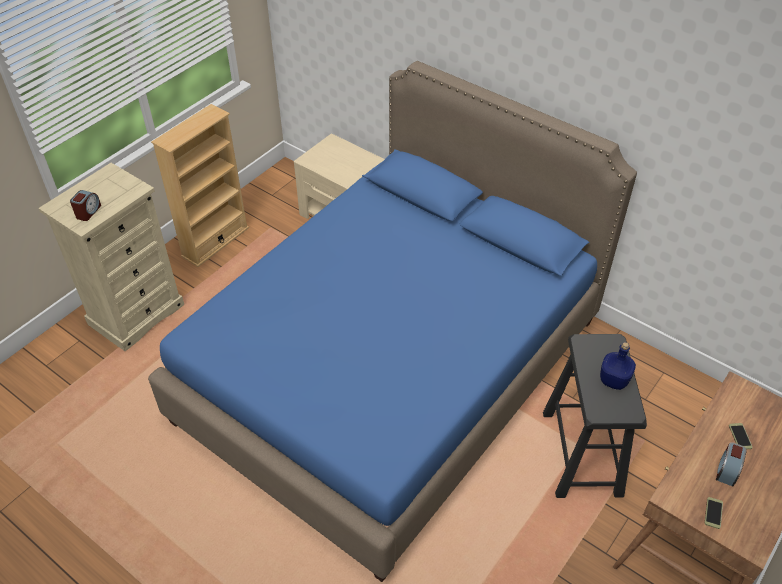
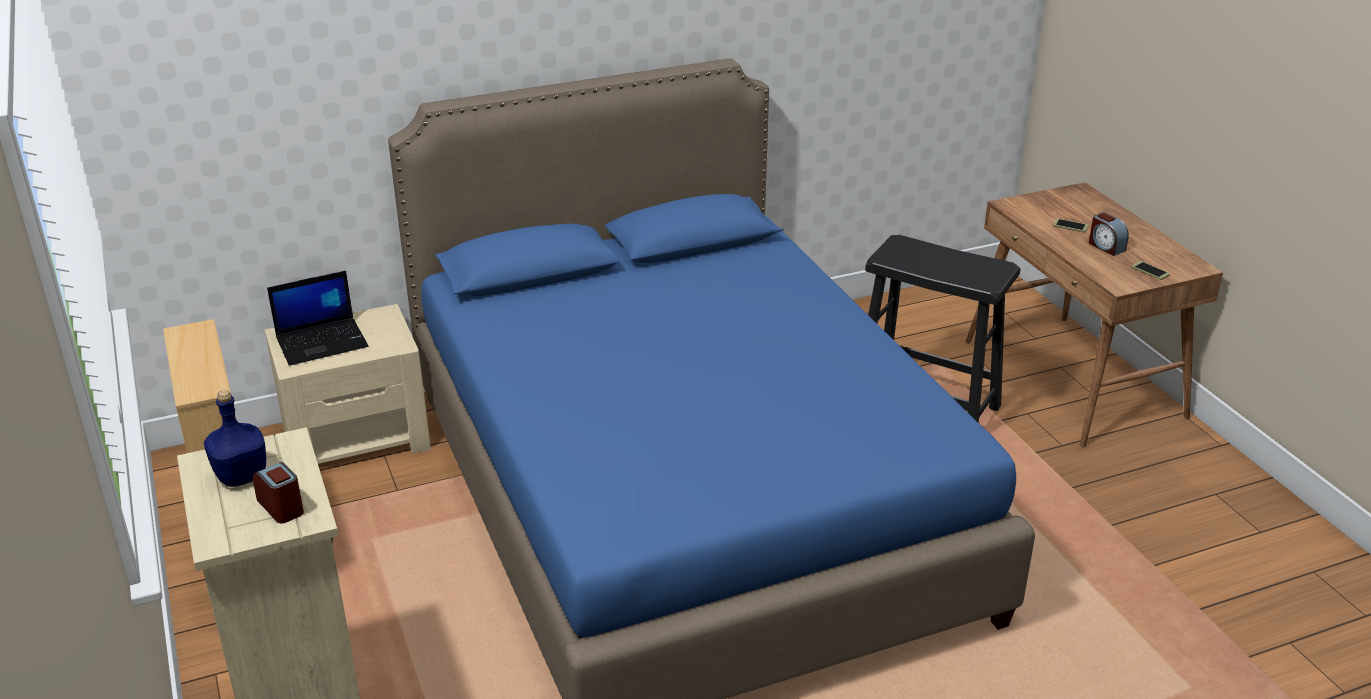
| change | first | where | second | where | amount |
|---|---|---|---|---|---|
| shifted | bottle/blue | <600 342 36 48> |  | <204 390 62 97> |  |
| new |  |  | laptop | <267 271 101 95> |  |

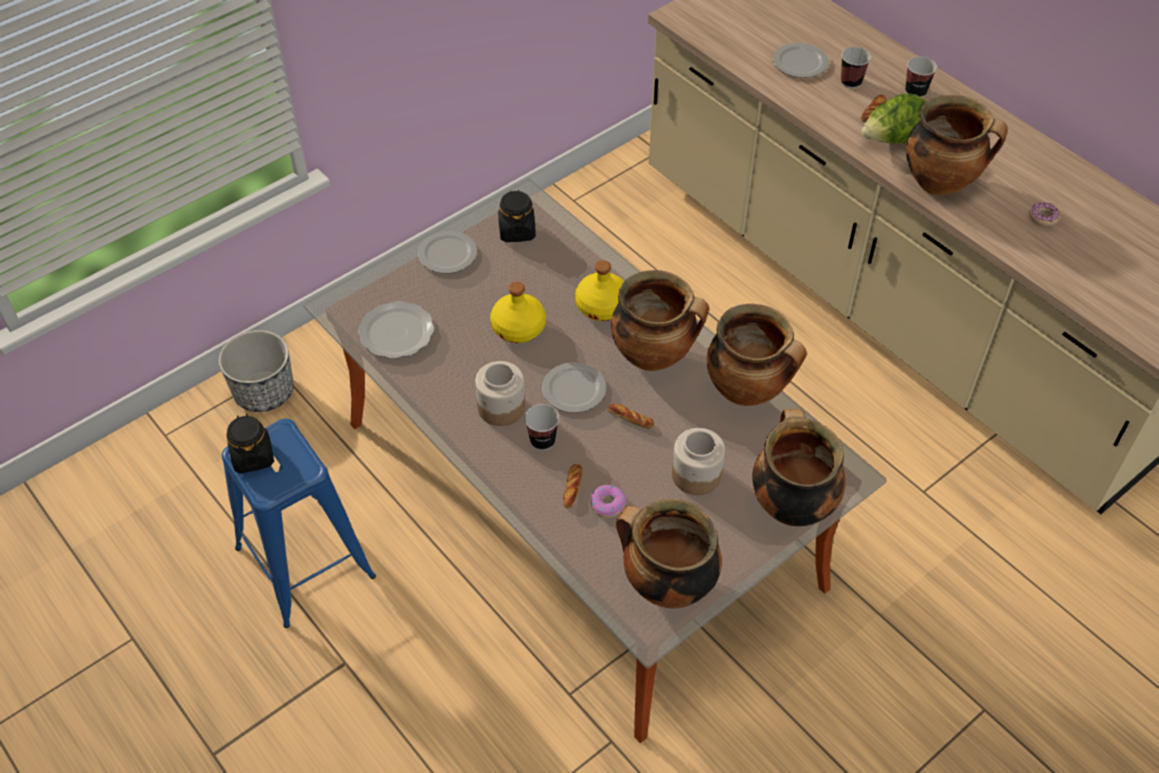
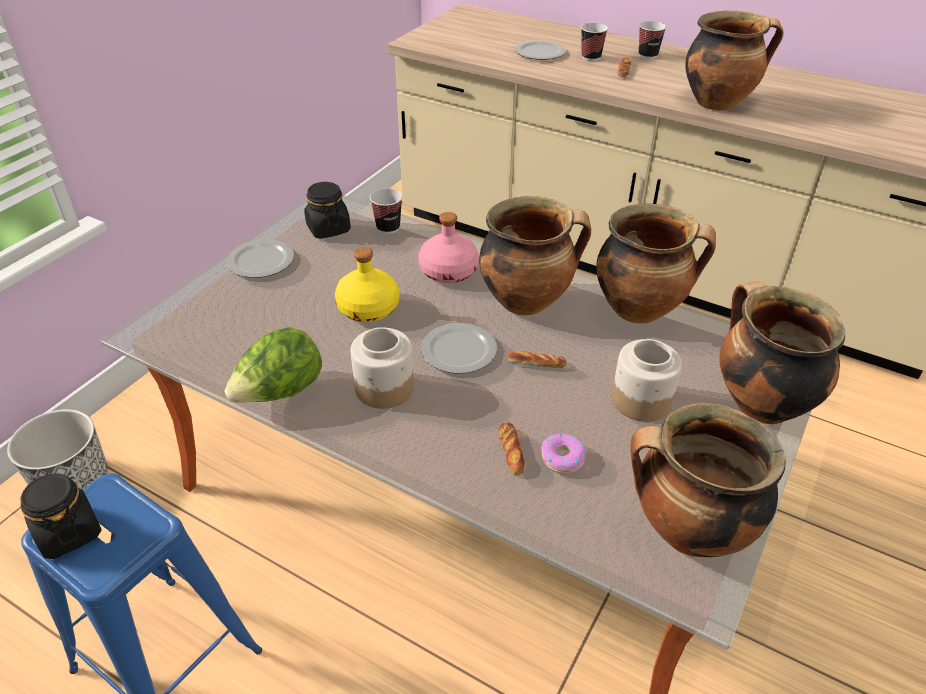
| change | first | where | second | where | amount |
|---|---|---|---|---|---|
| gone | plate | <358 301 77 58> |  |  |  |
| shifted | cup | <525 404 34 46> |  | <370 188 33 46> |  |
| repainted | bottle/yellow | <575 260 49 61> | bottle/pink | <418 212 61 71> |  |
| shifted | lettuce | <862 94 64 50> |  | <224 327 98 76> |  |
| gone | donut | <1029 202 31 25> |  |  |  |

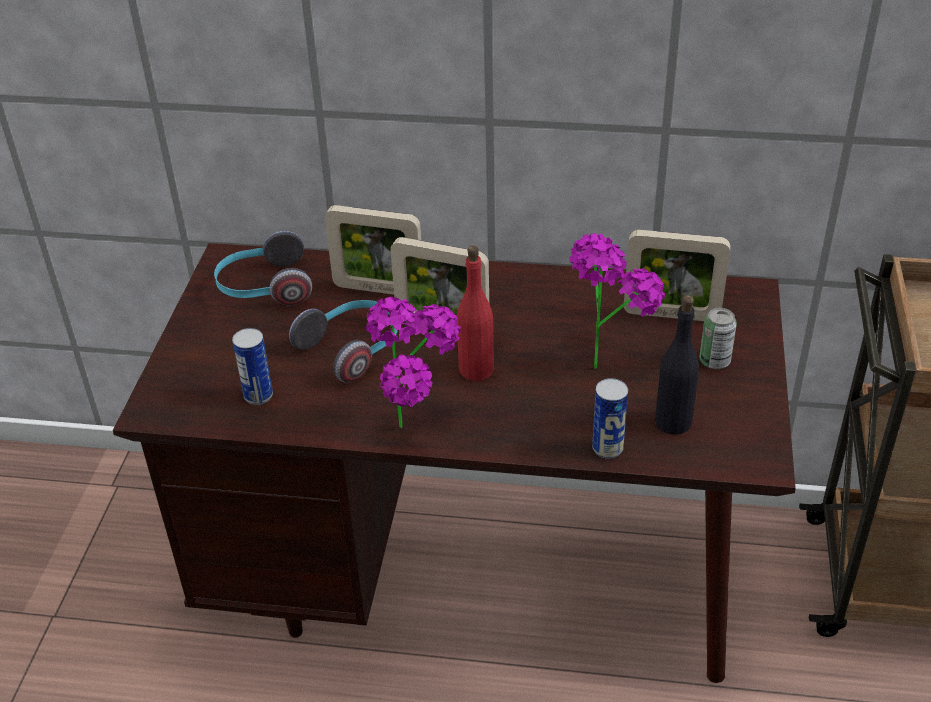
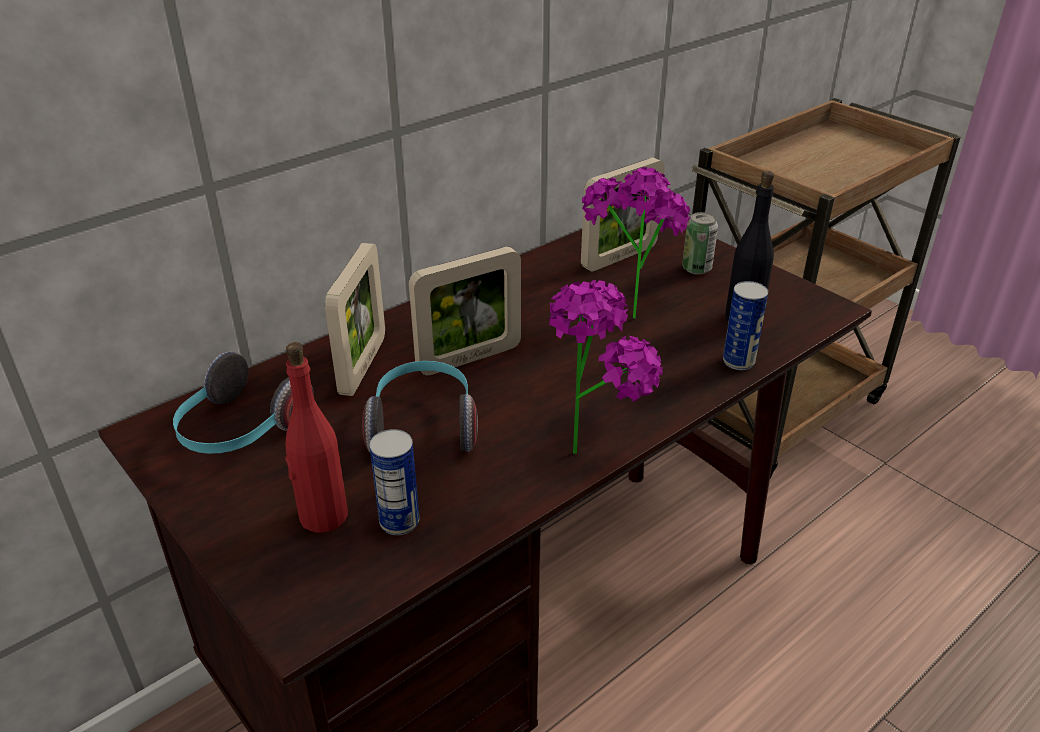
| change | first | where | second | where | amount |
|---|---|---|---|---|---|
| rotated | picture frame | <325 205 96 90> |  | <325 243 60 153> | 45 degrees counterclockwise |
| shifted | bottle/red | <457 245 37 136> |  | <285 342 63 191> |  |

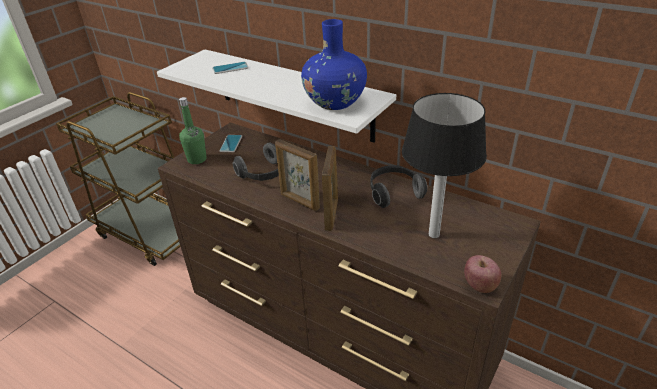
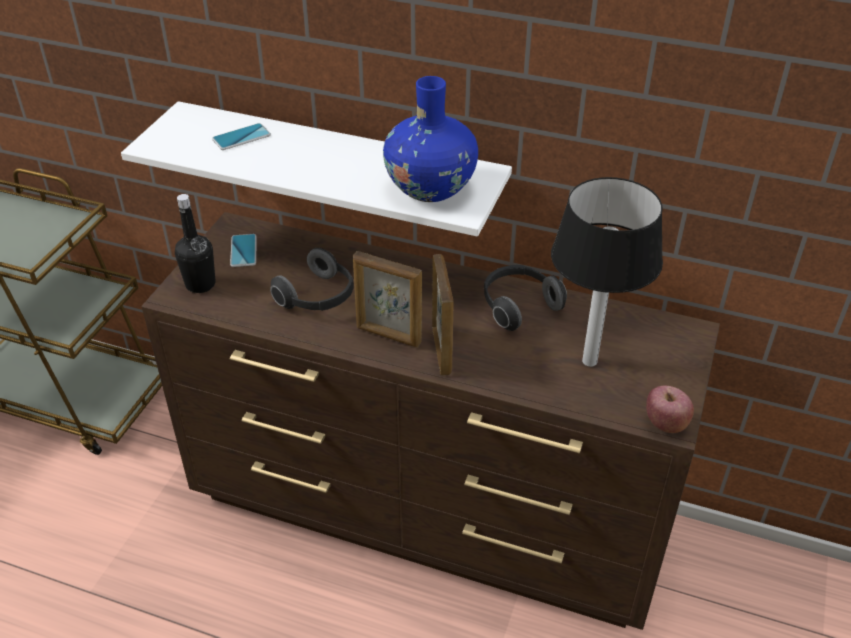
| change | first | where | second | where | amount |
|---|---|---|---|---|---|
| repainted | bottle/green | <179 97 28 67> | bottle/black | <175 194 40 99> |  |

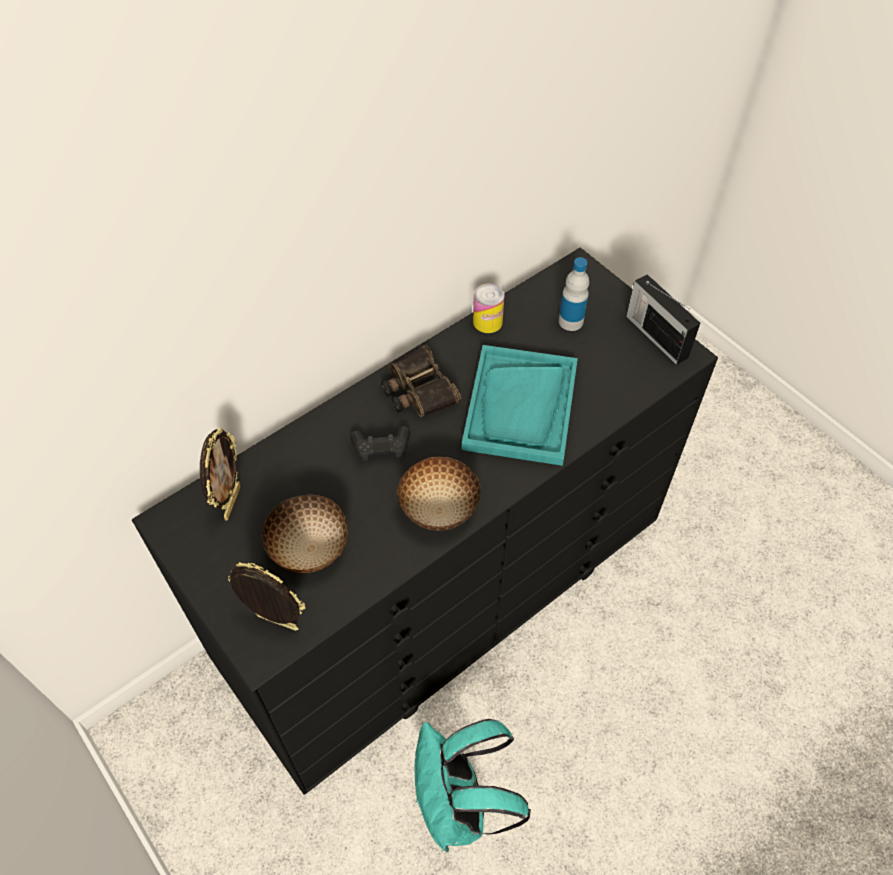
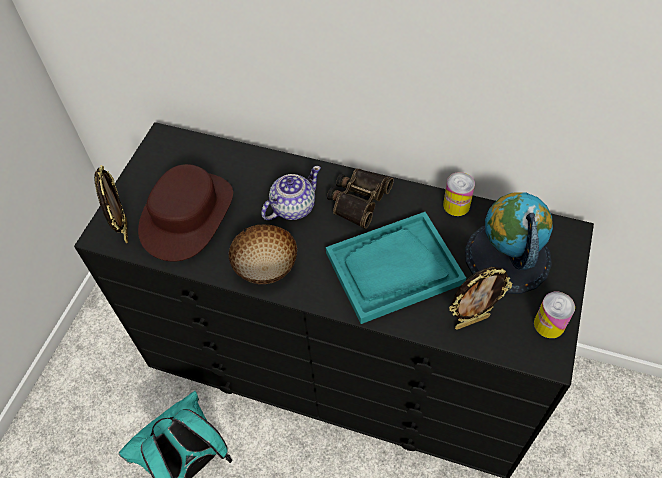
| change | first | where | second | where | amount |
|---|---|---|---|---|---|
| shifted | picture frame | <200 428 41 93> |  | <449 267 64 63> |  |
| swapped | bowl | <262 495 86 78> | hat/brown | <138 164 95 98> |  |
| swapped | game controller/black | <350 426 60 36> | teapot | <261 166 60 54> |  |
| swapped | bottle | <559 257 30 74> | globe | <465 193 88 101> |  |
| swapped | radio | <626 274 74 91> | can | <534 292 41 46> |  |

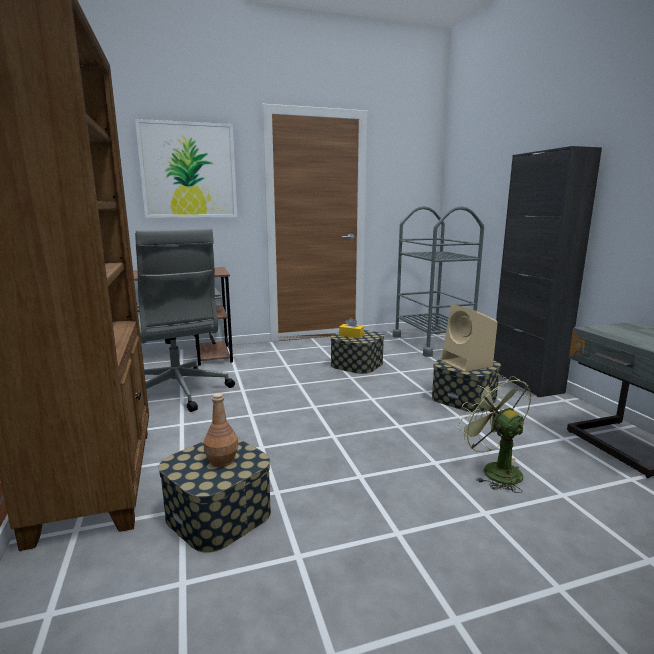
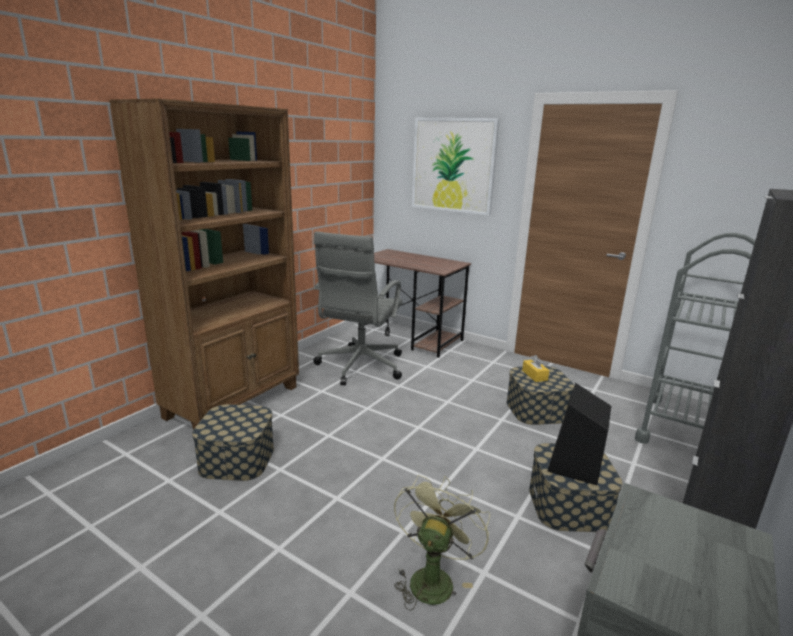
| change | first | where | second | where | amount |
|---|---|---|---|---|---|
| gone | bottle/brown | <204 393 34 74> |  |  |  |
| repainted | speaker/beige | <441 304 57 68> | speaker/black | <547 383 64 102> |  |

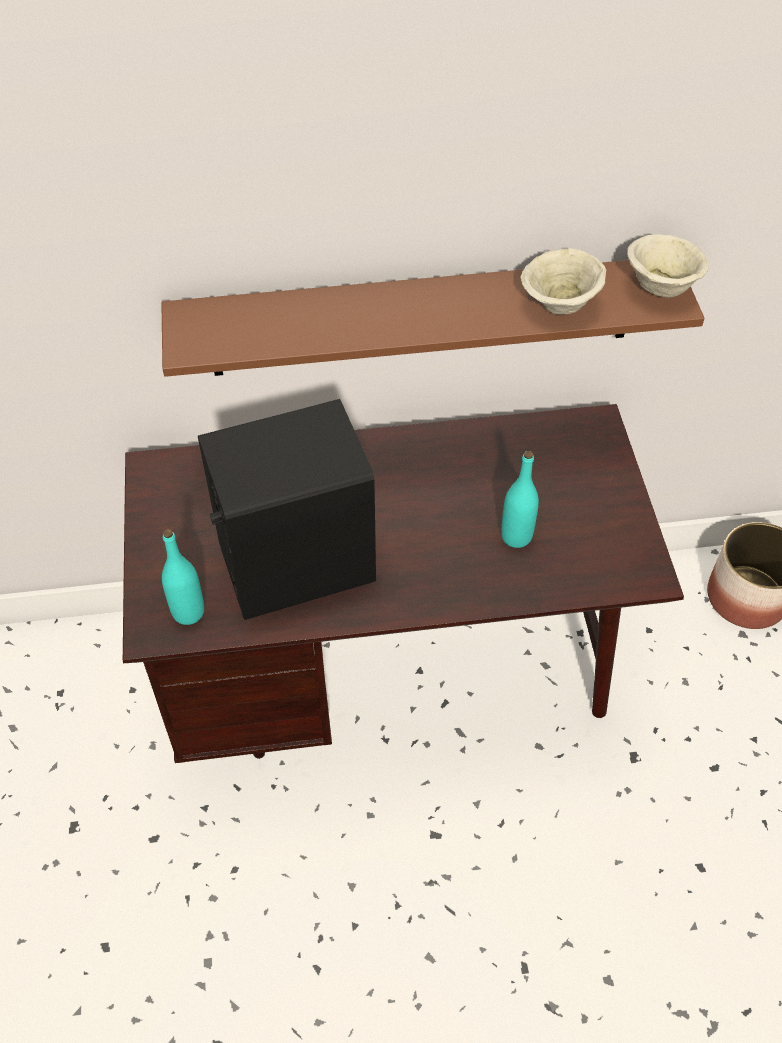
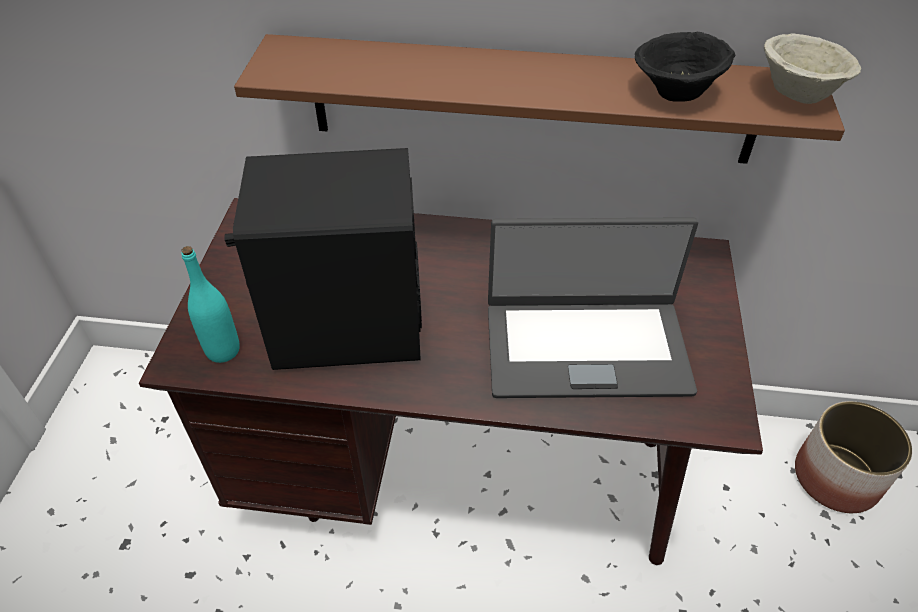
| change | first | where | second | where | amount |
|---|---|---|---|---|---|
| swapped | bottle/turquoise | <501 451 38 97> | laptop | <488 217 210 181> |  |
| repainted | bowl/beige | <521 249 85 66> | bowl/black | <635 32 100 70> |  |

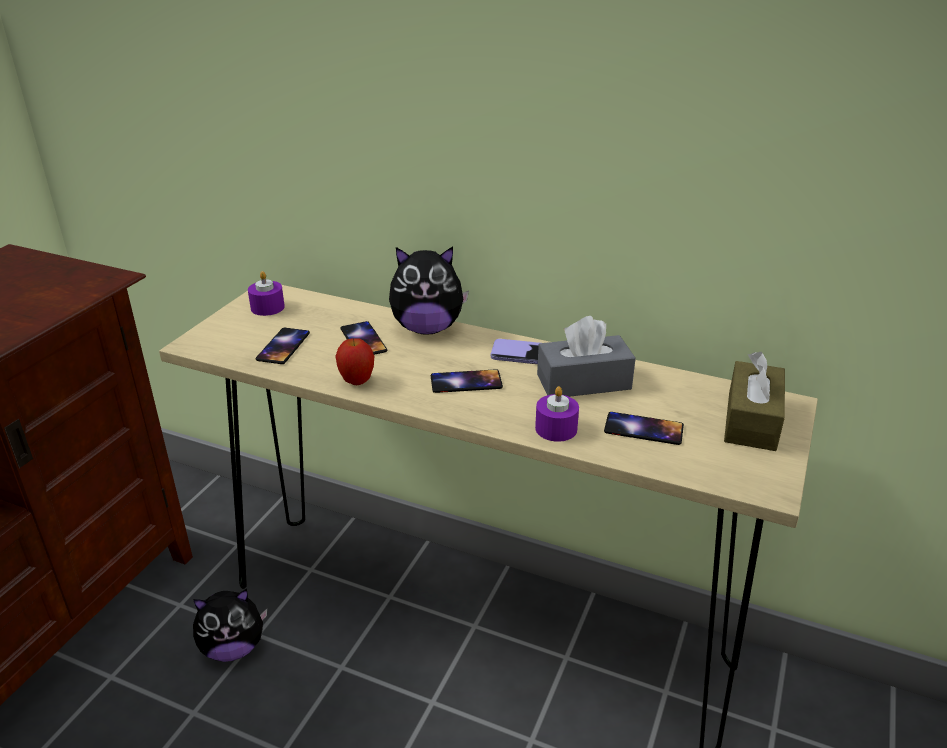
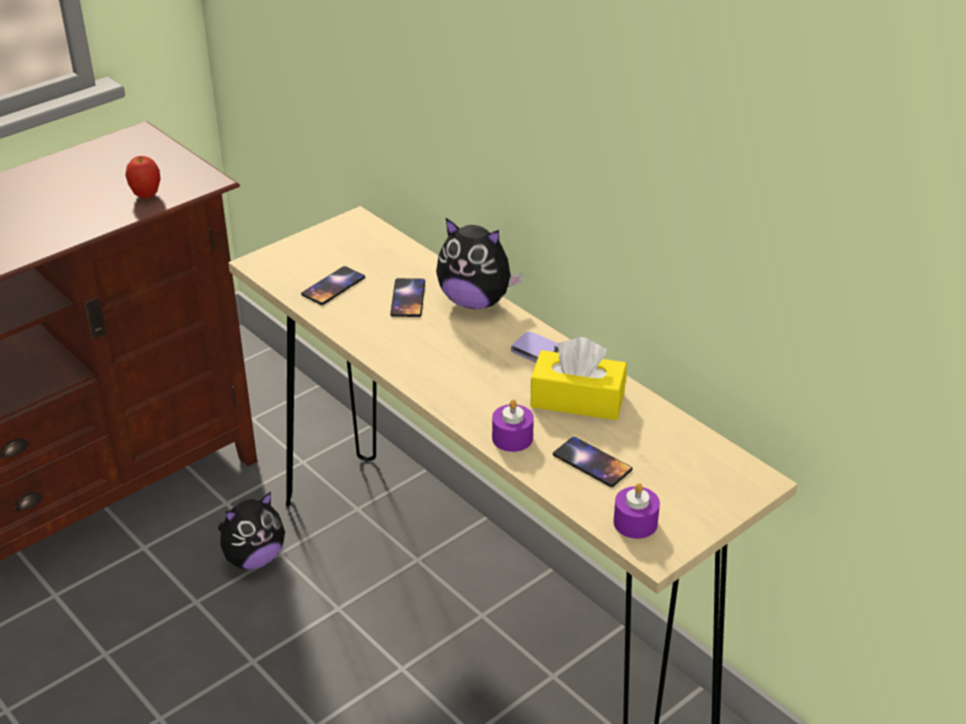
| change | first | where | second | where | amount |
|---|---|---|---|---|---|
| rotated | plush toy | <193 589 75 73> |  | <218 492 67 78> | 45 degrees counterclockwise |
| shifted | candle/purple | <248 271 37 45> |  | <613 483 47 56> |  |
| shifted | apple | <335 338 39 47> |  | <125 156 36 42> |  |
| gone | phone | <431 369 72 24> |  |  |  |
| repainted | tissue box/grey | <537 316 99 81> | tissue box/yellow | <530 337 97 83> |  |
| gone | tissue box/brown | <724 352 61 99> |  |  |  |

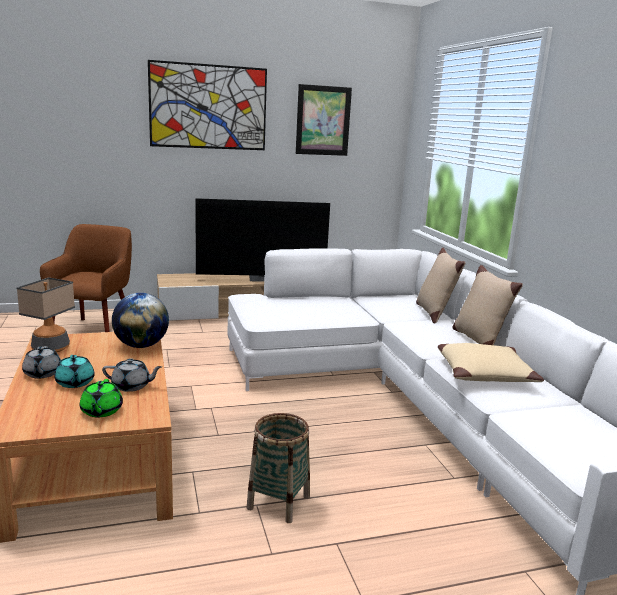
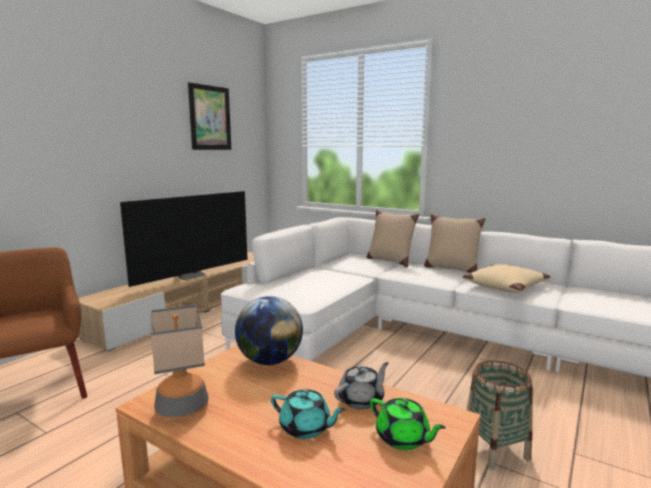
| change | first | where | second | where | amount |
|---|---|---|---|---|---|
| gone | teapot/grey | <22 346 39 32> |  |  |  |
| gone | picture | <148 60 119 90> |  |  |  |

